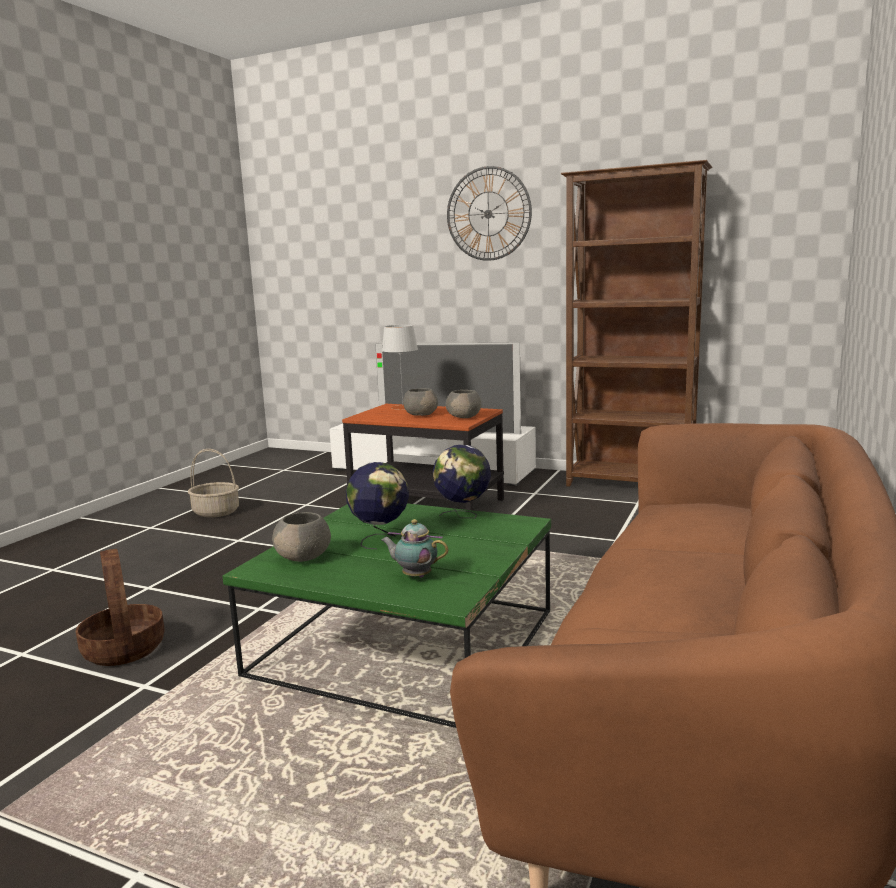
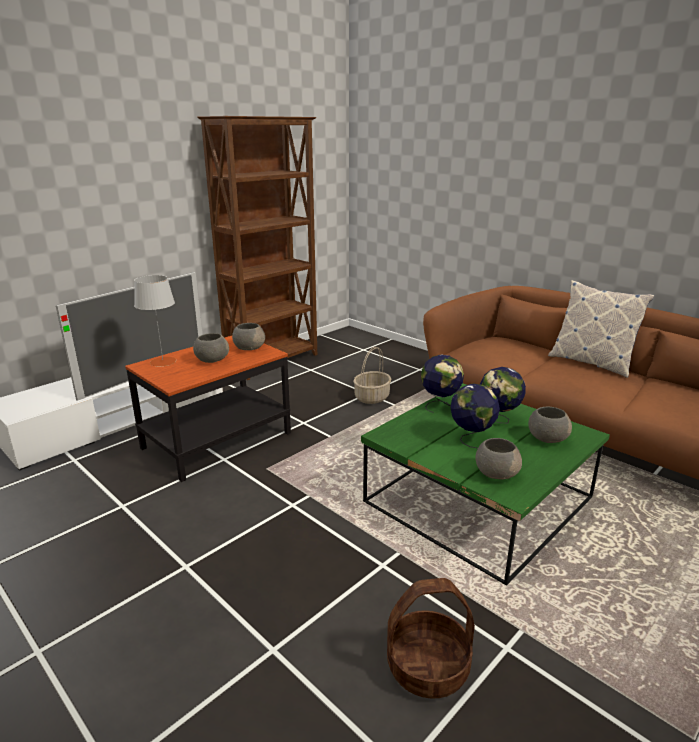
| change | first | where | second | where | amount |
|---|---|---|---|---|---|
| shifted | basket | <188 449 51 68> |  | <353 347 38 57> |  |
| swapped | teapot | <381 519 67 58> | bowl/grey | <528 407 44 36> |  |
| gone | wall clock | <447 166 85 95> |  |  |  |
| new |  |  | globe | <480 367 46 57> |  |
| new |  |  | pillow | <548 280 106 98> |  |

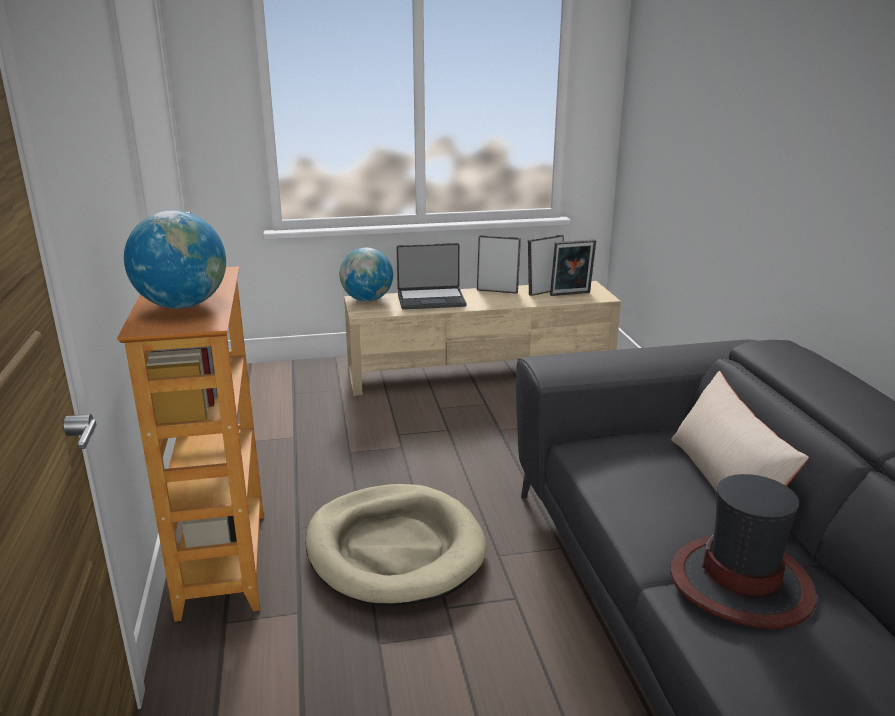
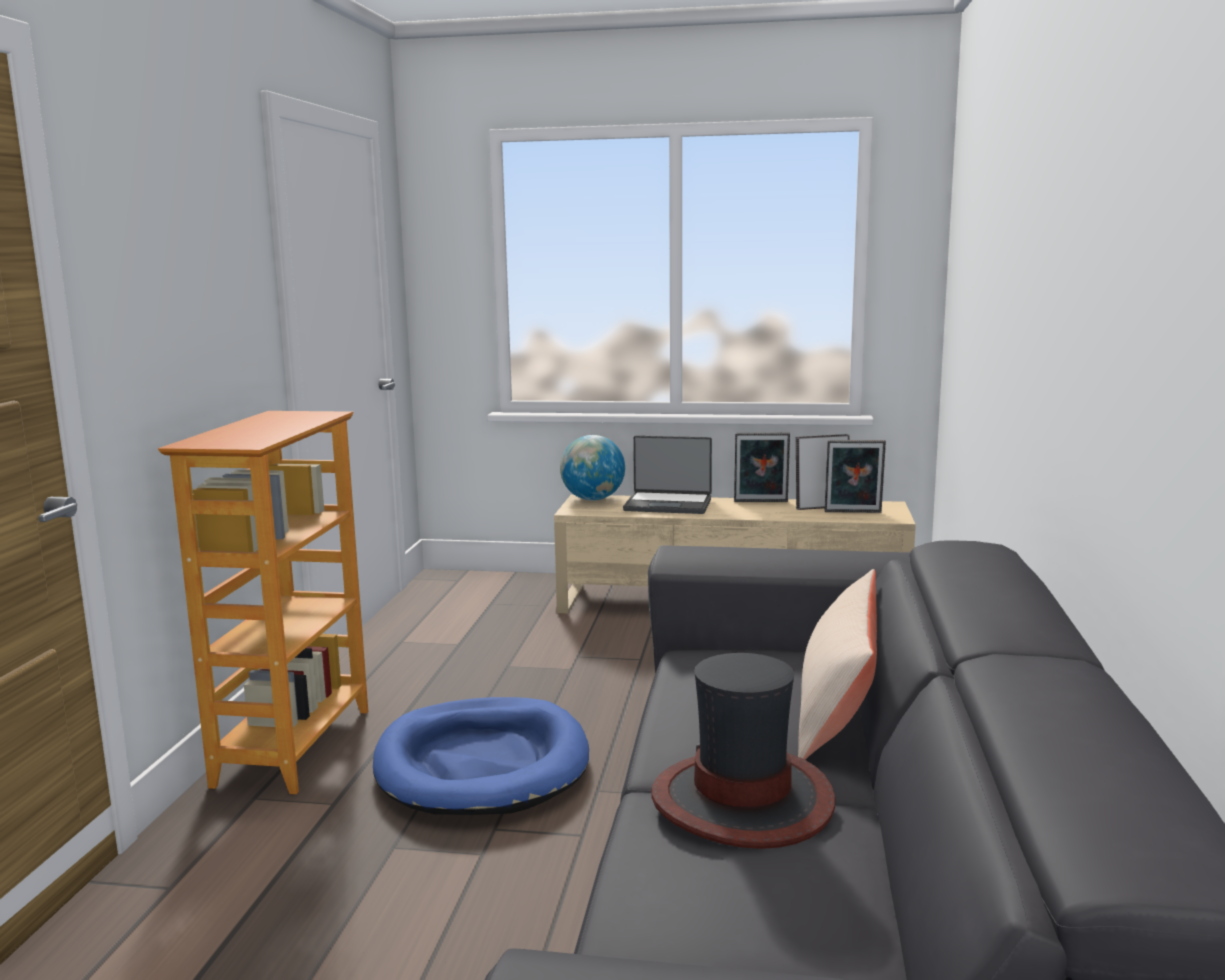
| change | first | where | second | where | amount |
|---|---|---|---|---|---|
| gone | globe | <124 210 102 99> |  |  |  |
| repainted | dog bed/beige | <306 484 181 123> | dog bed/blue | <373 697 216 118> |  |
| rotated | picture frame | <477 235 44 59> |  | <734 432 56 70> | 150 degrees clockwise |

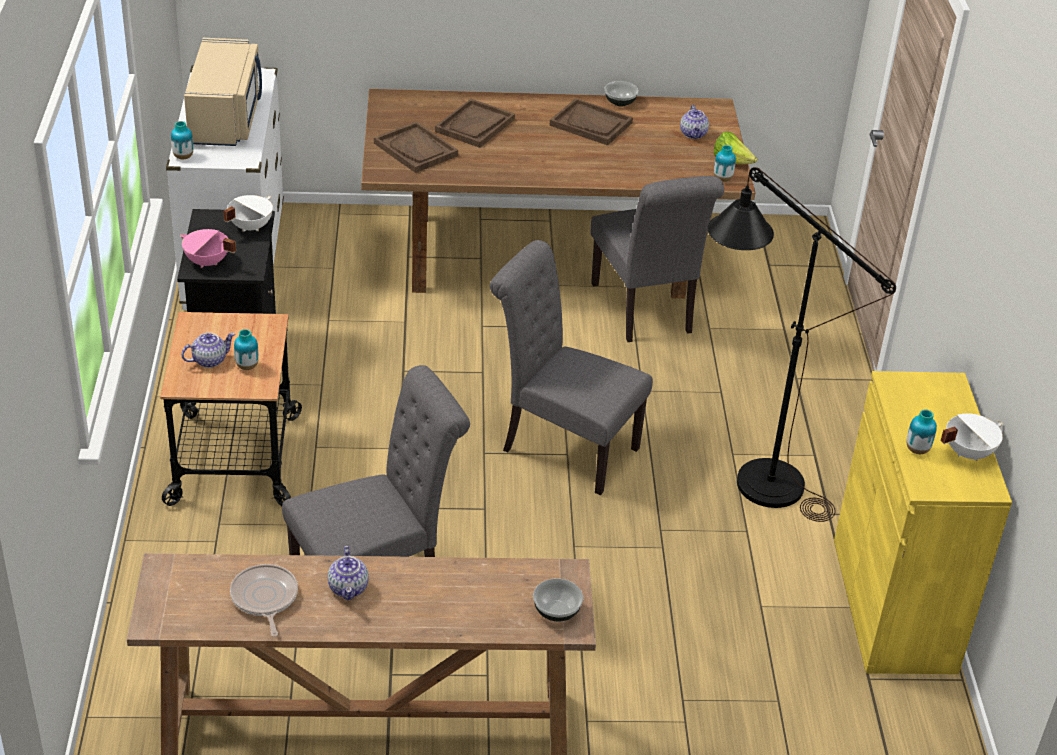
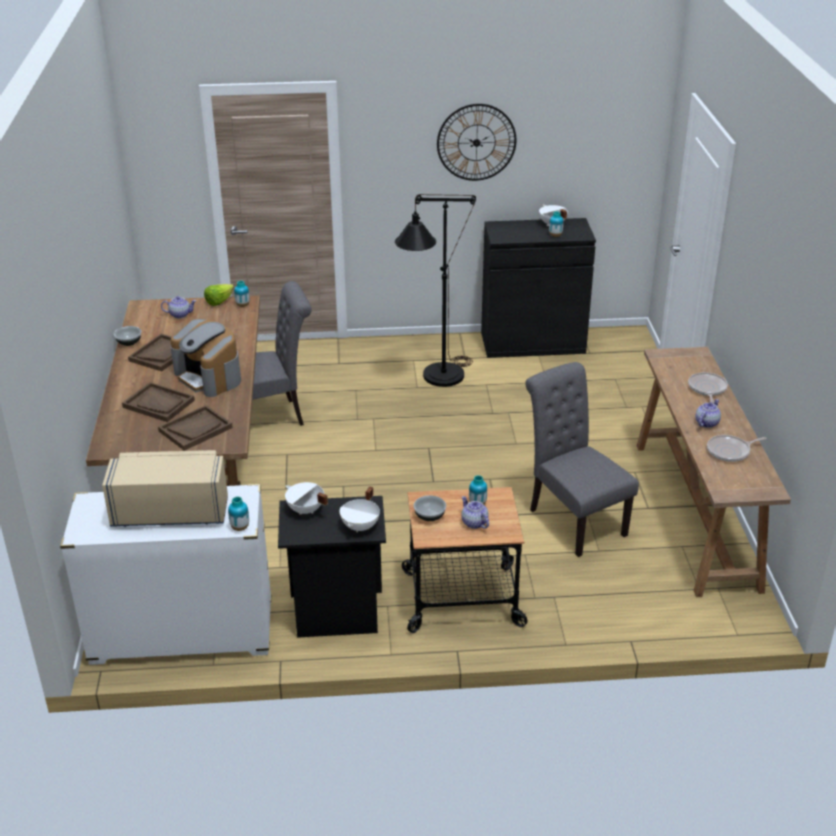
| change | first | where | second | where | amount |
|---|---|---|---|---|---|
| repainted | cooking pot/pink | <180 229 56 39> | cooking pot/white | <340 486 40 47> |  |
| rotated | teapot | <328 546 41 55> |  | <695 399 26 29> | 45 degrees counterclockwise |
| gone | chair/grey | <490 240 163 255> |  |  |  |
| shifted | bowl | <533 578 50 44> |  | <414 495 32 26> |  |
| repainted | cabinet/yellow | <834 371 178 303> | cabinet/black | <481 218 115 140> |  |
| new |  |  | coffee machine | <171 319 70 78> |  |
| new |  |  | wall clock | <437 104 79 77> |  |
| new |  |  | frying pan | <688 372 40 31> |  |

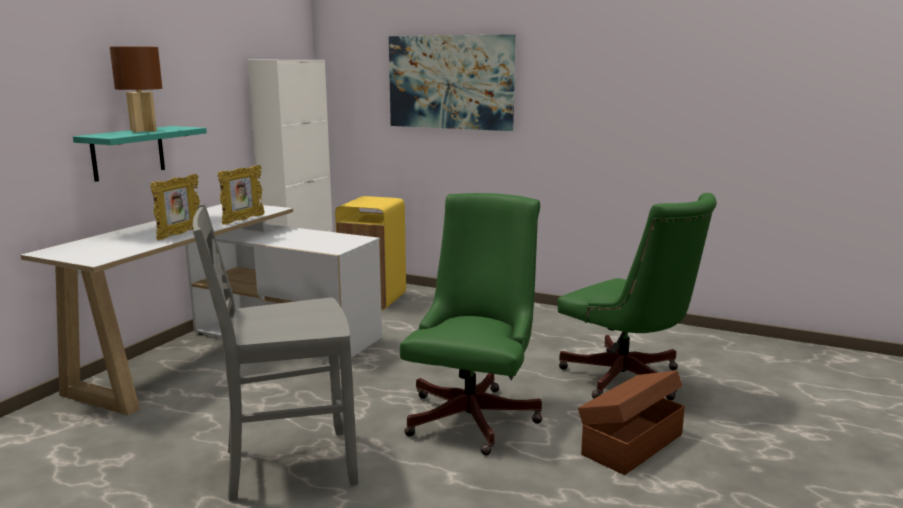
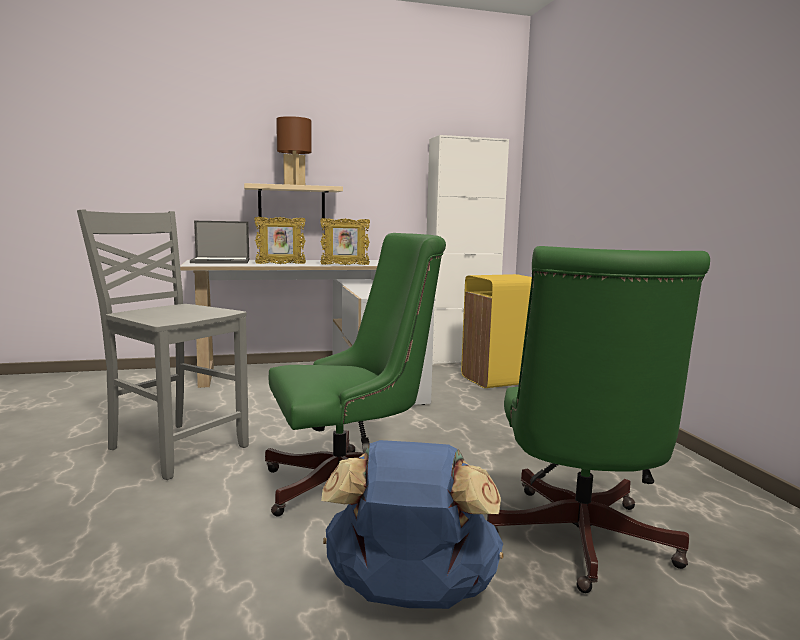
| change | first | where | second | where | amount |
|---|---|---|---|---|---|
| repainted | shelf/turquoise | <73 126 134 56> | shelf/beige | <244 183 99 35> |  |
| gone | picture | <389 34 126 97> |  |  |  |
| swapped | storage box/brown | <578 370 107 105> | backpack/blue | <321 440 183 169> |  |
| new |  |  | laptop | <190 221 59 43> |  |

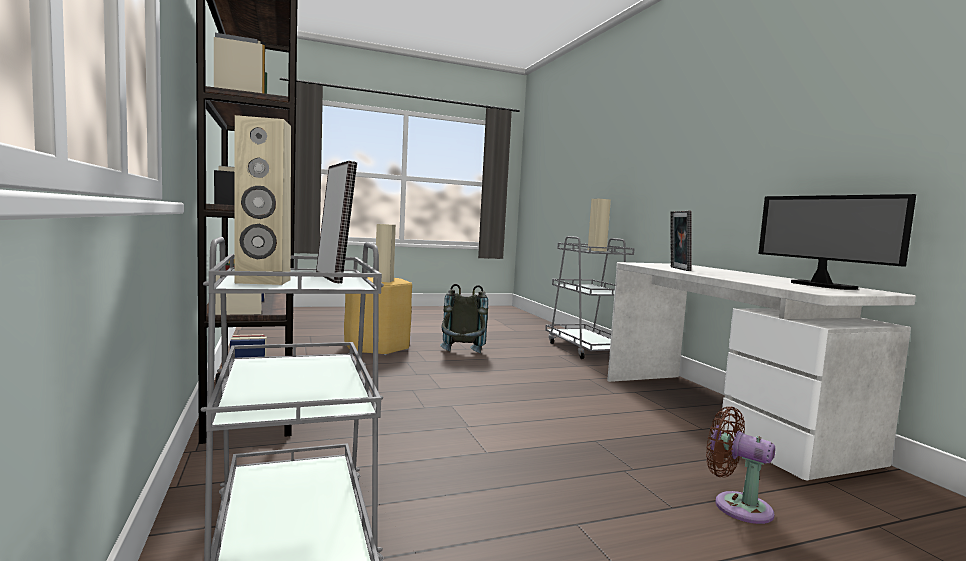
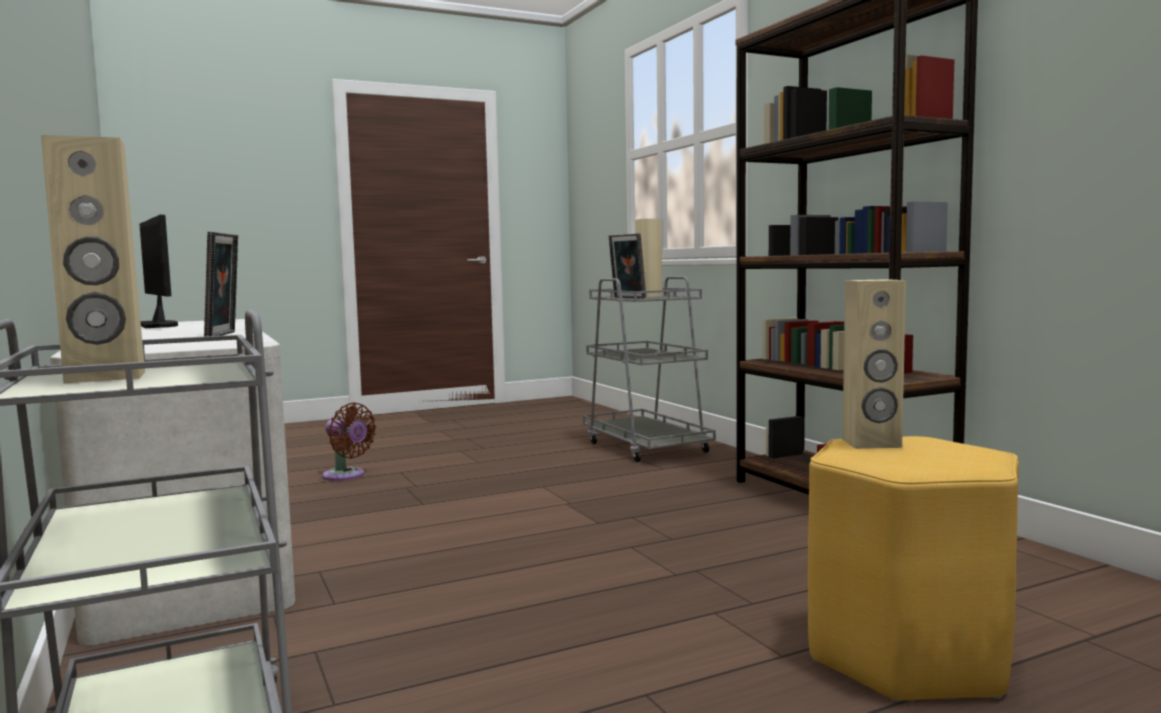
| change | first | where | second | where | amount |
|---|---|---|---|---|---|
| gone | backpack/grey | <440 284 48 69> |  |  |  |

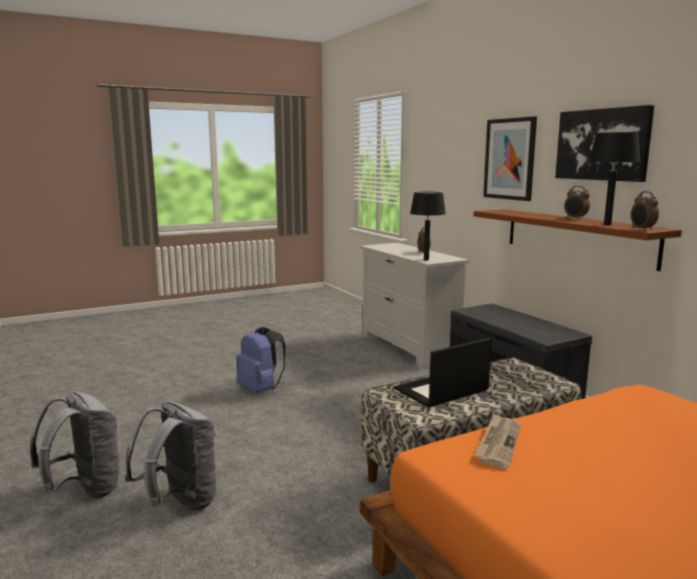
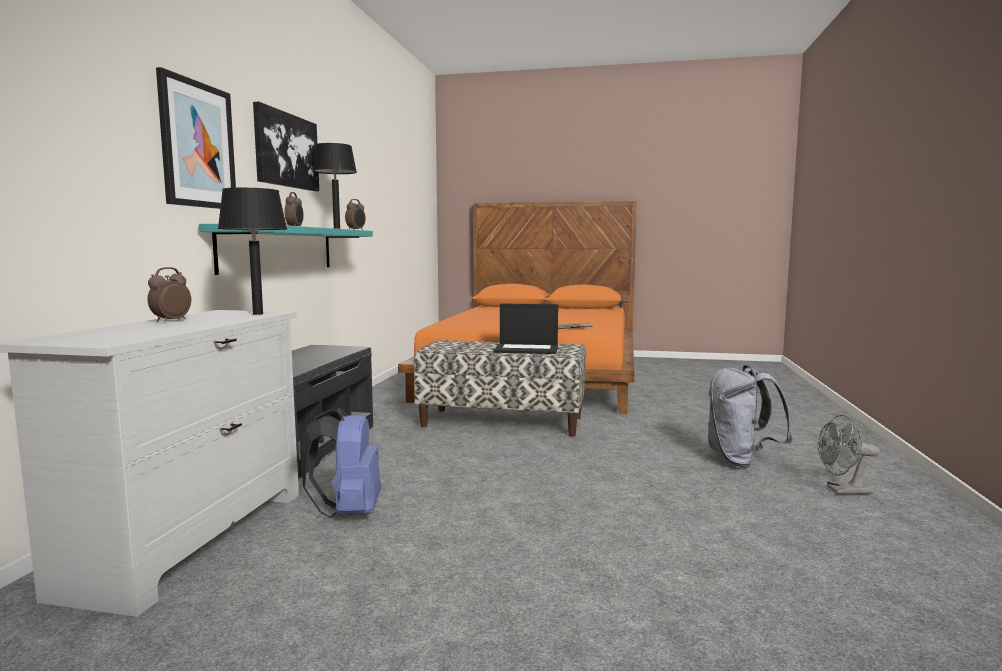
| change | first | where | second | where | amount |
|---|---|---|---|---|---|
| swapped | backpack/grey | <30 392 91 107> | fan/grey | <818 415 62 79> |  |
| shifted | backpack/blue | <236 327 50 66> |  | <300 408 81 110> |  |
| repainted | shelf/brown | <474 209 208 62> | shelf/turquoise | <199 224 174 51> |  |

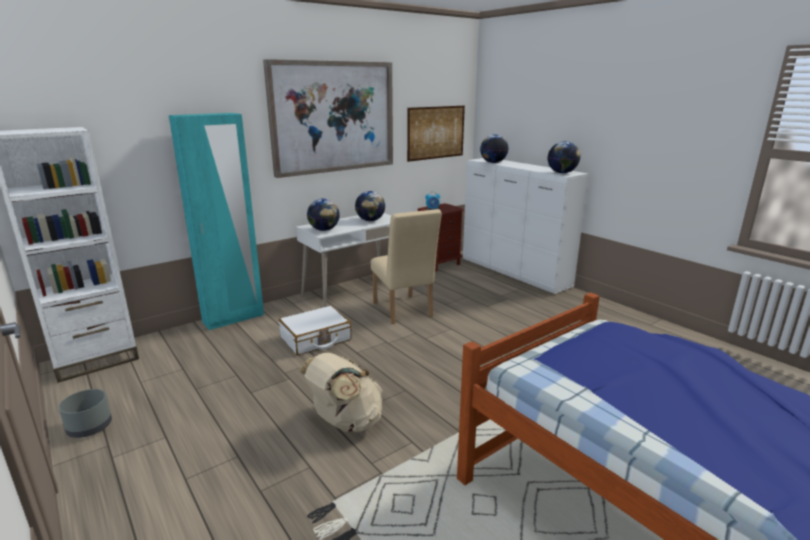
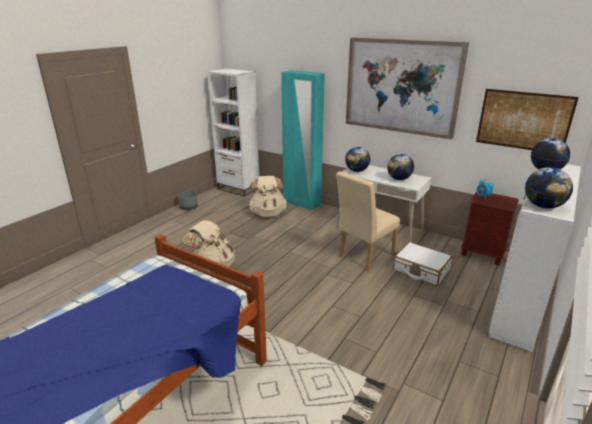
| change | first | where | second | where | amount |
|---|---|---|---|---|---|
| shifted | suitcase/white | <279 306 73 49> |  | <393 242 59 44> |  |
| new |  |  | backpack/beige | <249 176 38 41> |  |

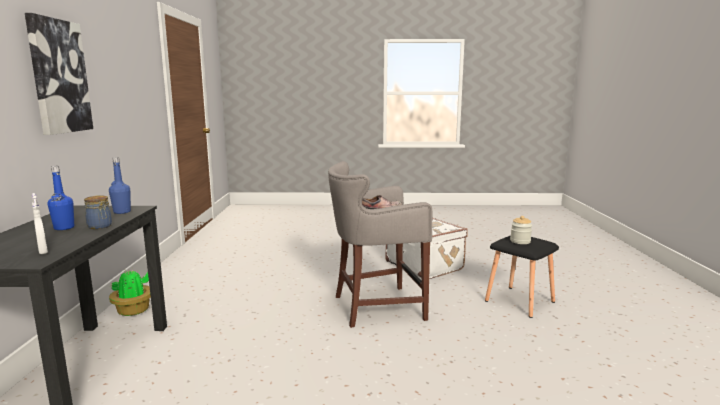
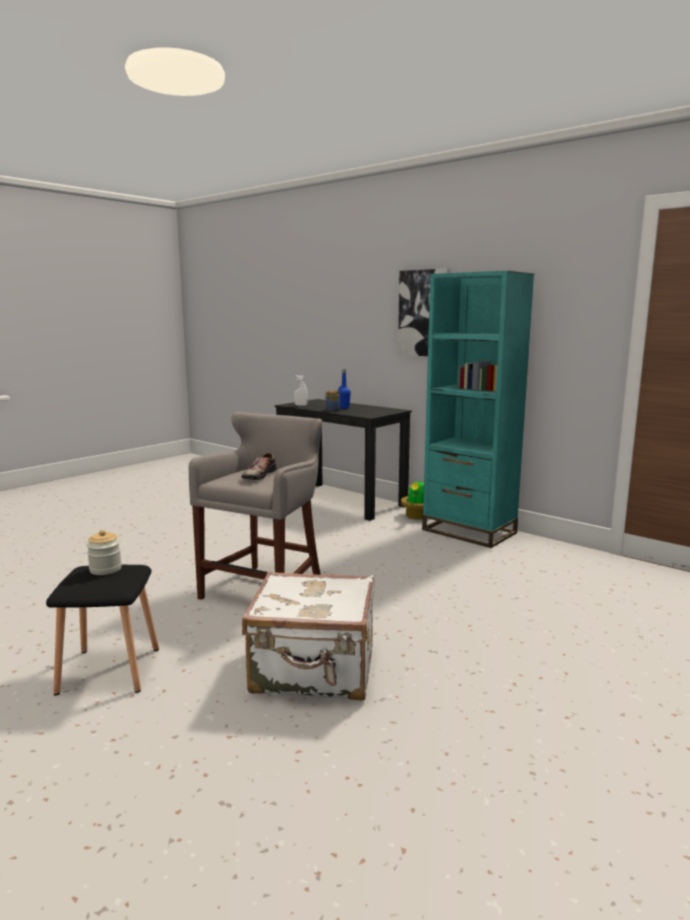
| change | first | where | second | where | amount |
|---|---|---|---|---|---|
| gone | bottle/blue | <109 157 22 57> |  |  |  |
| new |  |  | bookcase/turquoise | <422 271 112 277> |  |

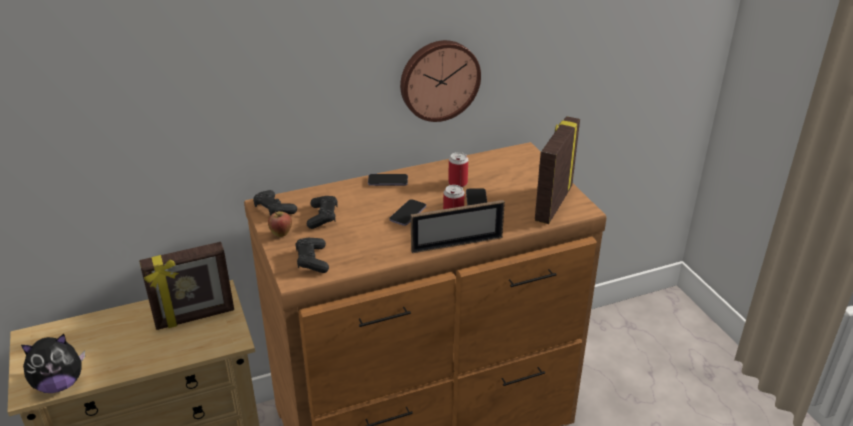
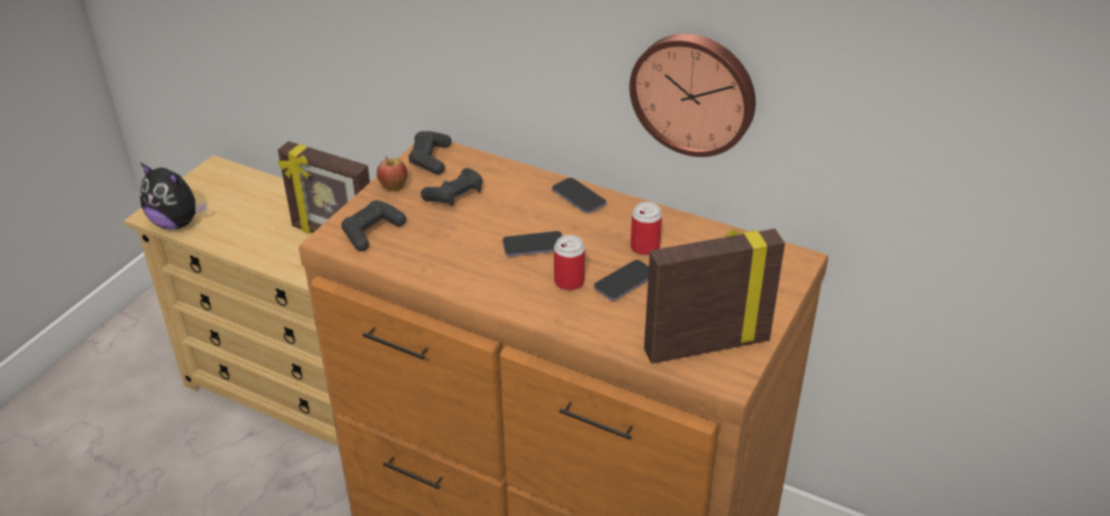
| change | first | where | second | where | amount |
|---|---|---|---|---|---|
| gone | picture frame | <411 200 94 53> |  |  |  |

